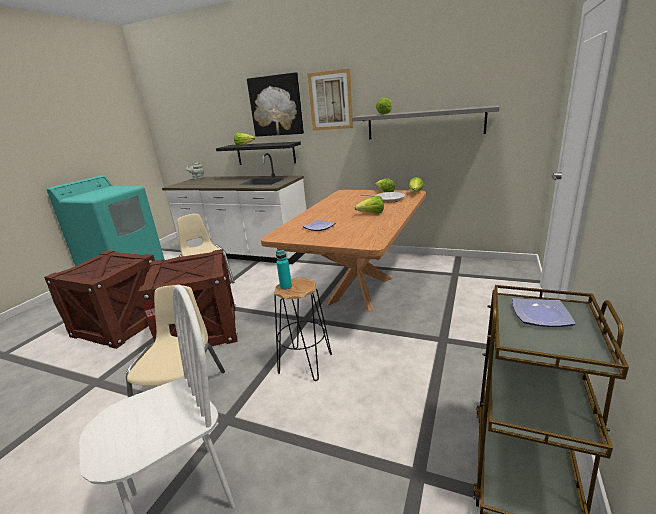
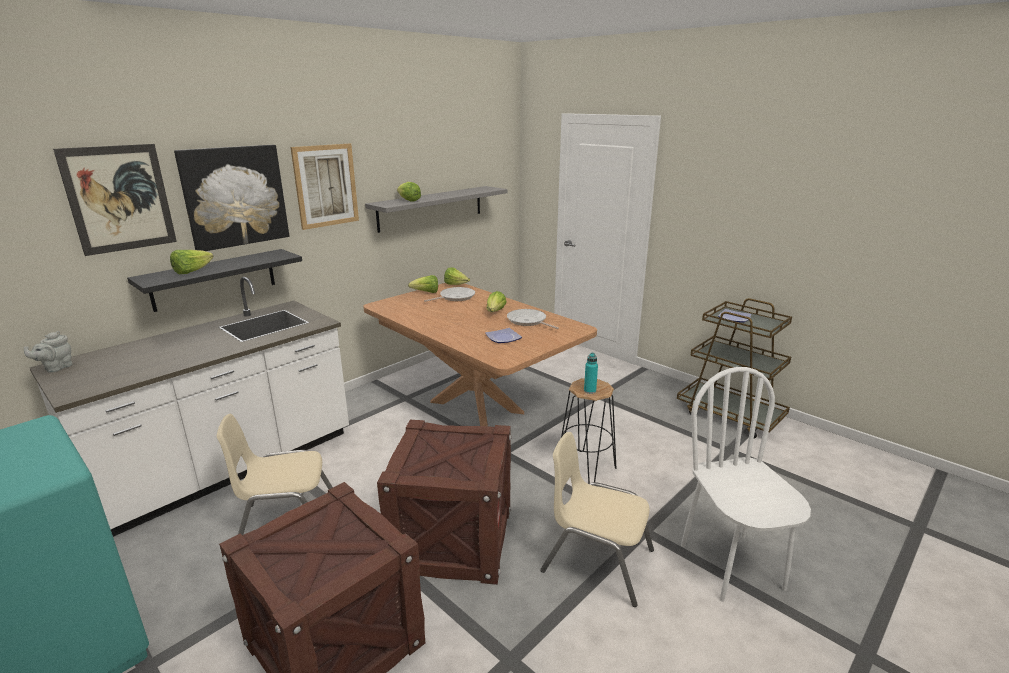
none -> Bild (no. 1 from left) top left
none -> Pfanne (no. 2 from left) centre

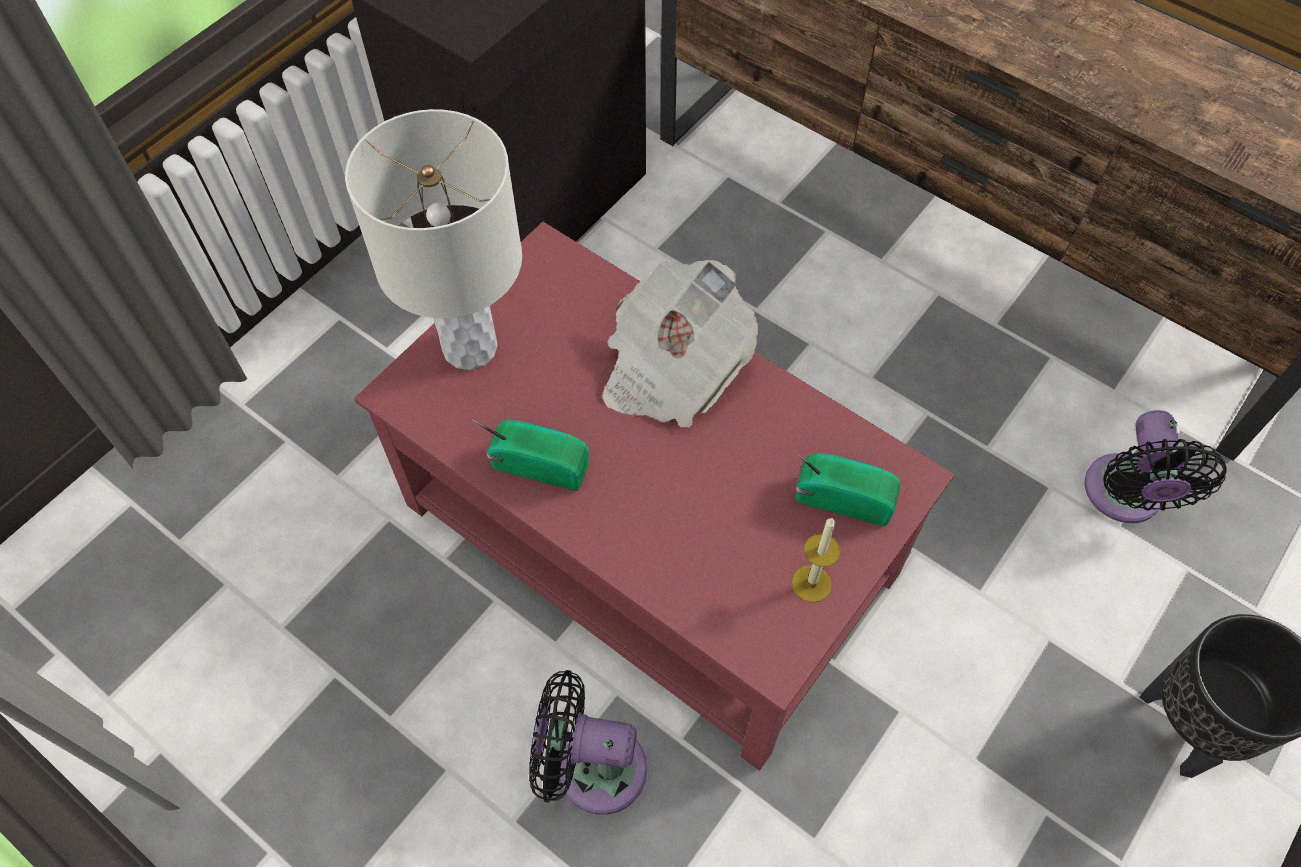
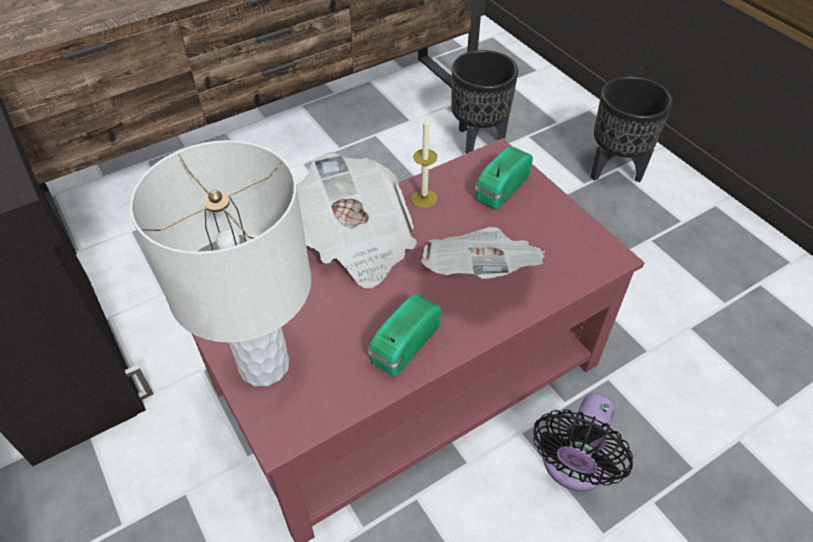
none -> Zeitung (no. 2 from left) centre
Kerze centre -> Kerze top centre, shifted
Ventilator (schwarz) (no. 2 from left) middle right -> Pflanzkübel (schwarz) (no. 1 from left) top centre

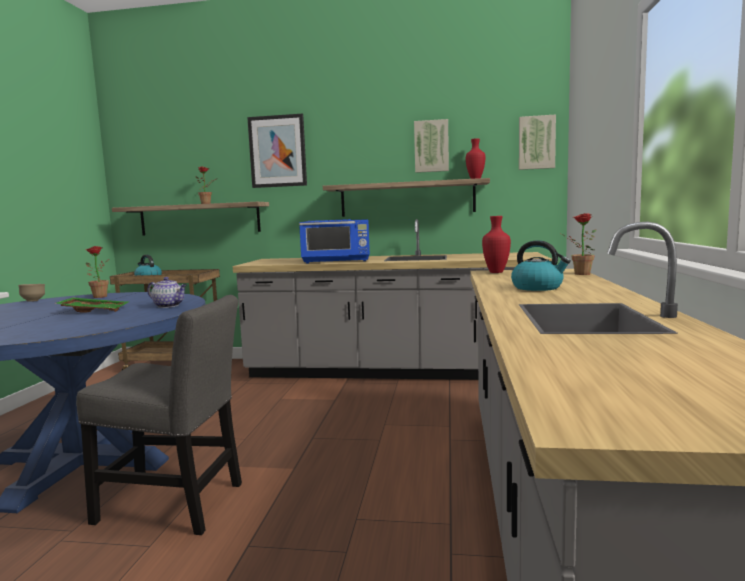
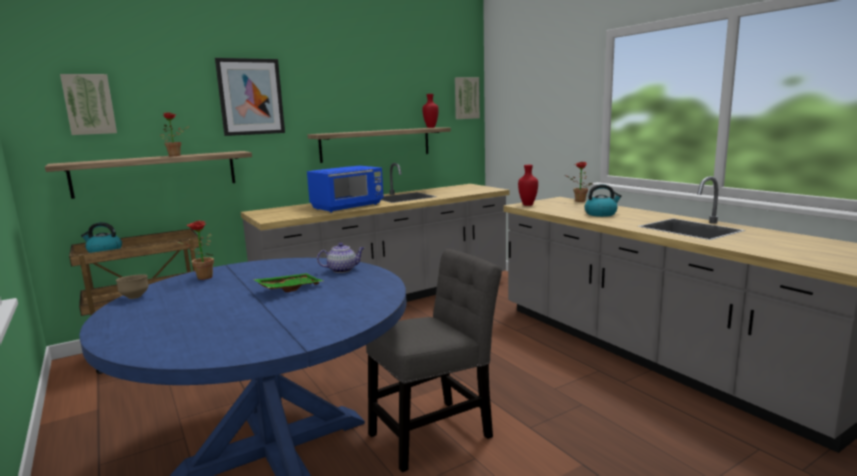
Bild (no. 2 from left in the first image) top centre -> Bild (no. 1 from left) top left, shifted

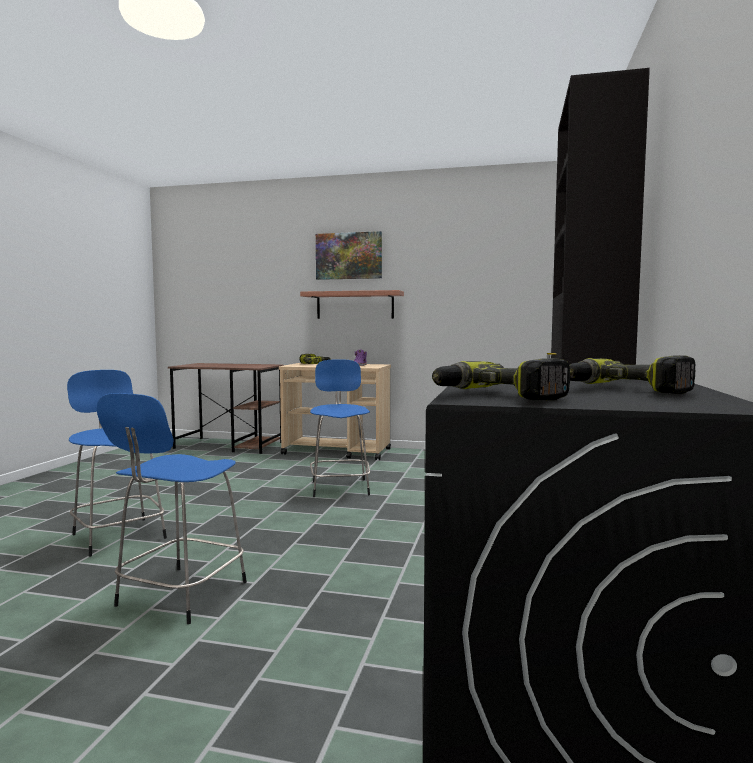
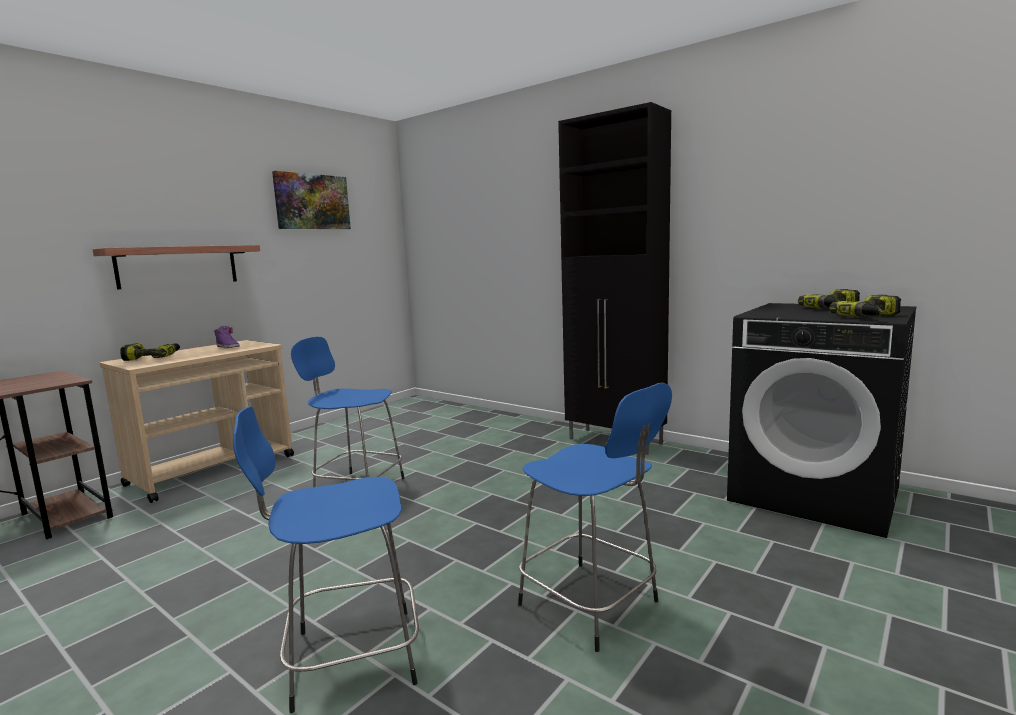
Bild centre -> Bild top left, shifted

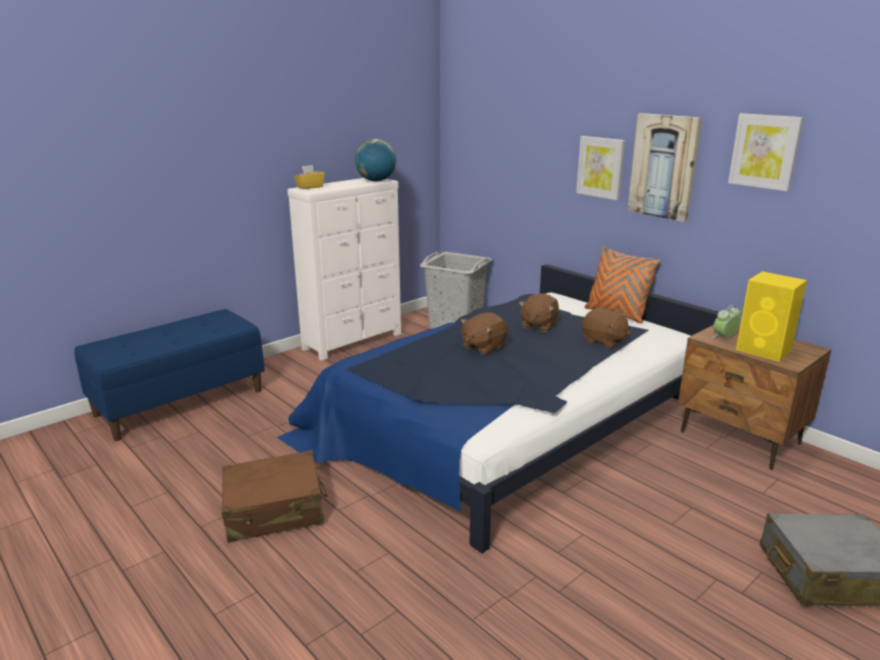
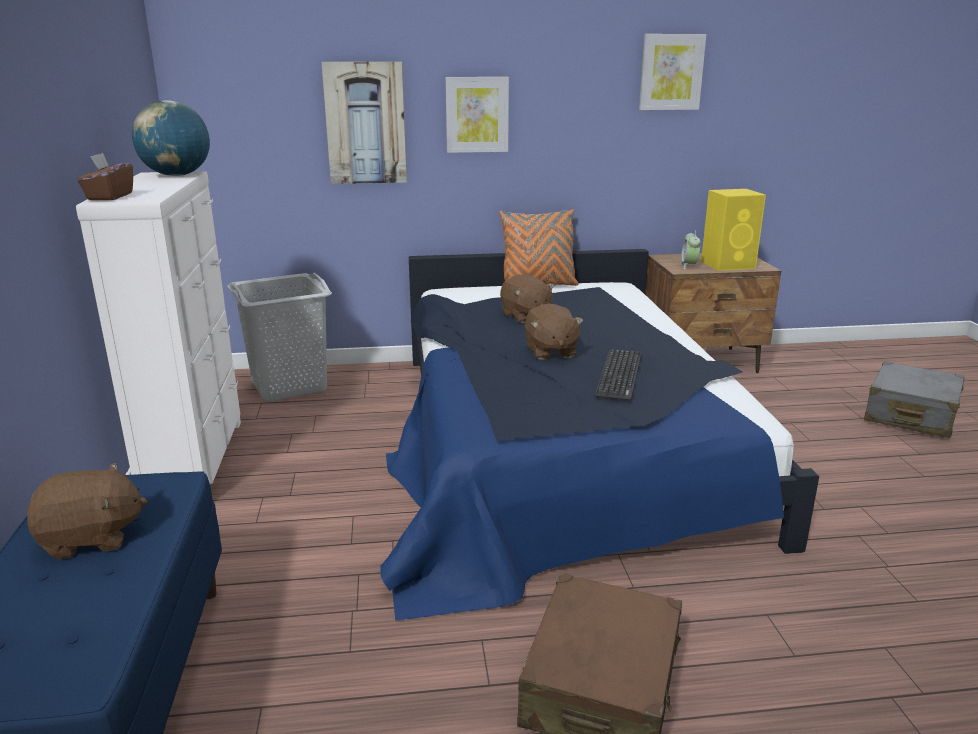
none -> Tastatur centre
Plüschtier (braun) (no. 3 from left in the first image) middle right -> Plüschtier (braun) (no. 1 from left) bottom left, shifted
Bild (no. 2 from left in the first image) top right -> Bild (no. 1 from left) top centre, shifted
Taschentuchbox (gelb) top centre -> Taschentuchbox (braun) top left

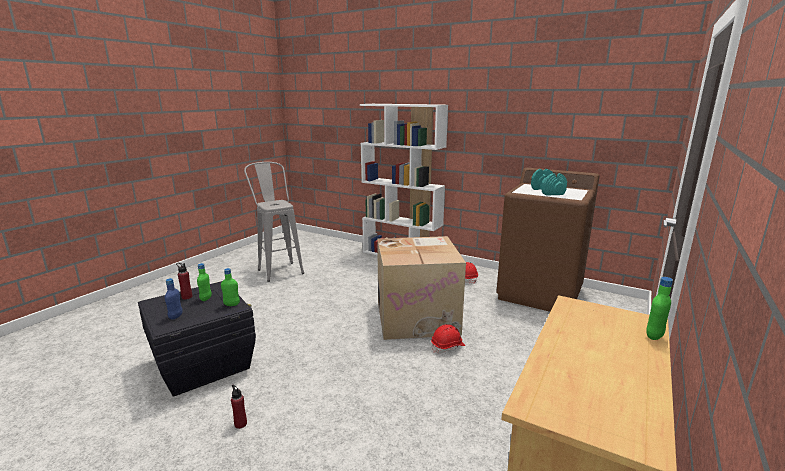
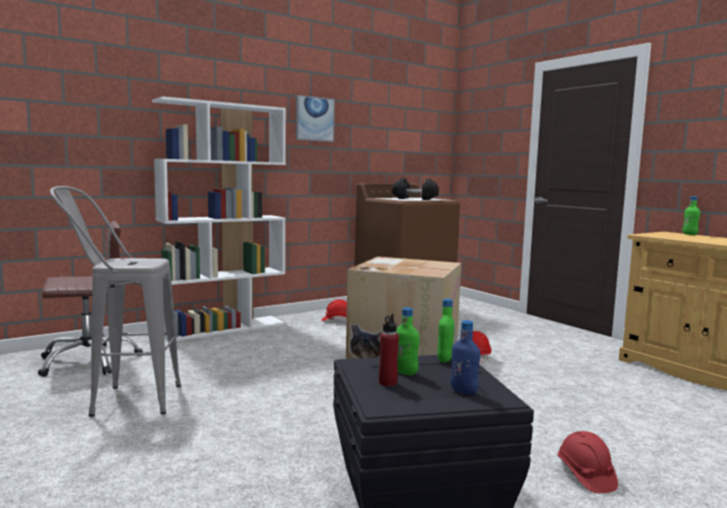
none -> Bürostuhl (braun) middle left
none -> Bild top centre
Flasche (rot) (no. 2 from left) bottom left -> Schutzhelm (rot) (no. 3 from left) bottom right
Hantel (türkis) middle right -> Hantel (schwarz) centre

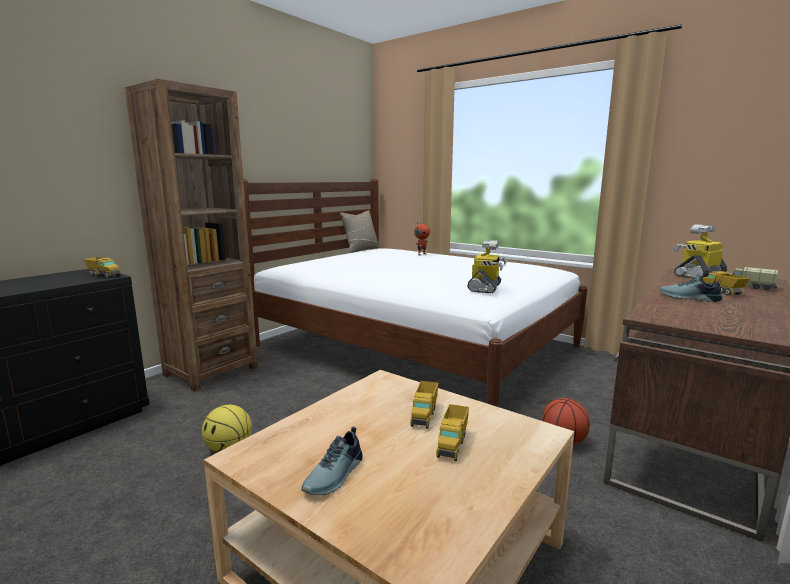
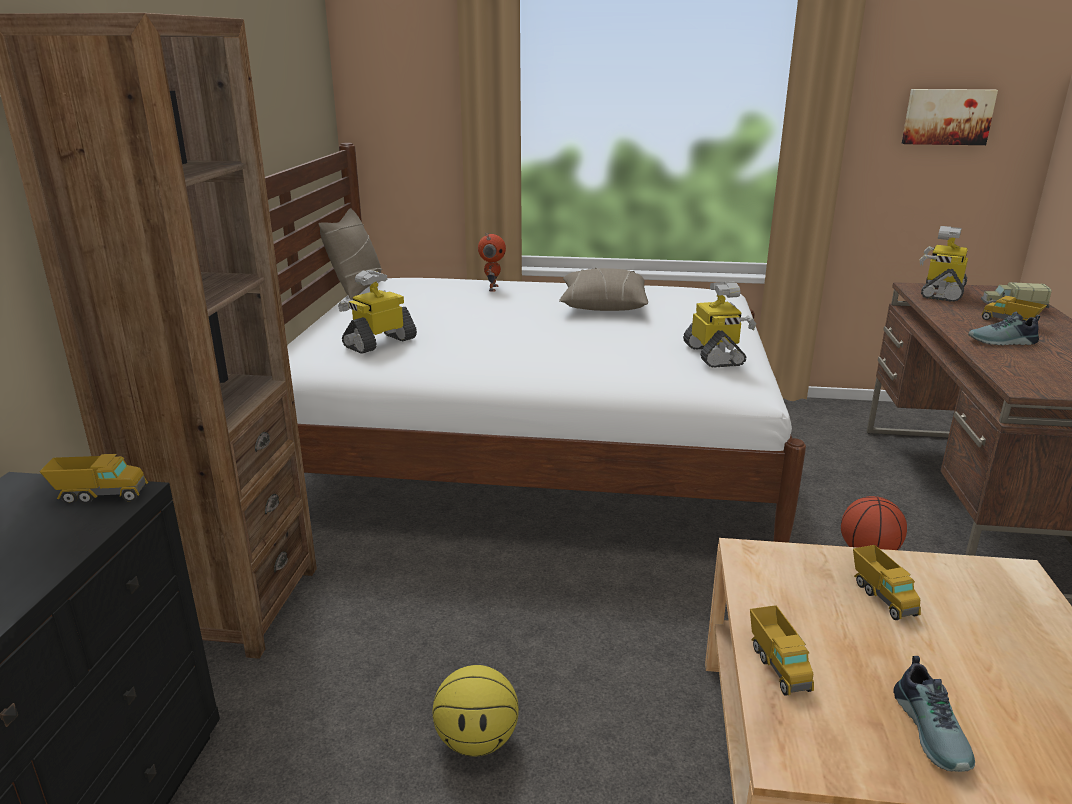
none -> Spielzeugroboter (no. 1 from left) centre
none -> Kissen (beige) (no. 2 from left) centre
none -> Bild top right
Spielzeuglaster (no. 3 from left in the first image) bottom centre -> Spielzeuglaster (no. 2 from left) bottom right, shifted

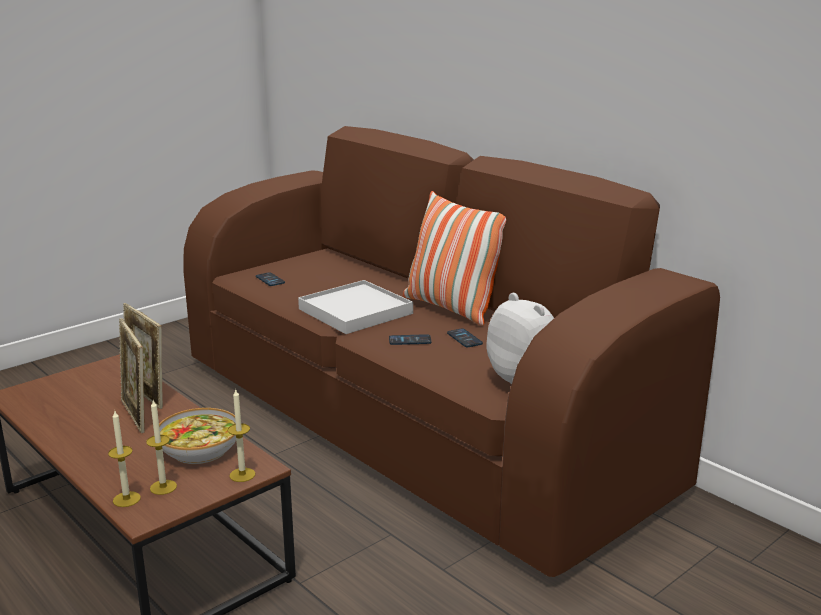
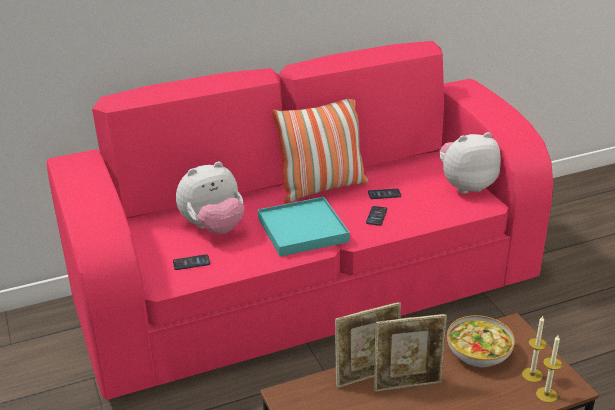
Kerze (no. 3 from left) bottom left -> none
none -> Plüschtier (no. 1 from left) centre
Sofa (braun) centre -> Sofa (rosa) centre
Tablett (weiß) centre -> Tablett (türkis) centre

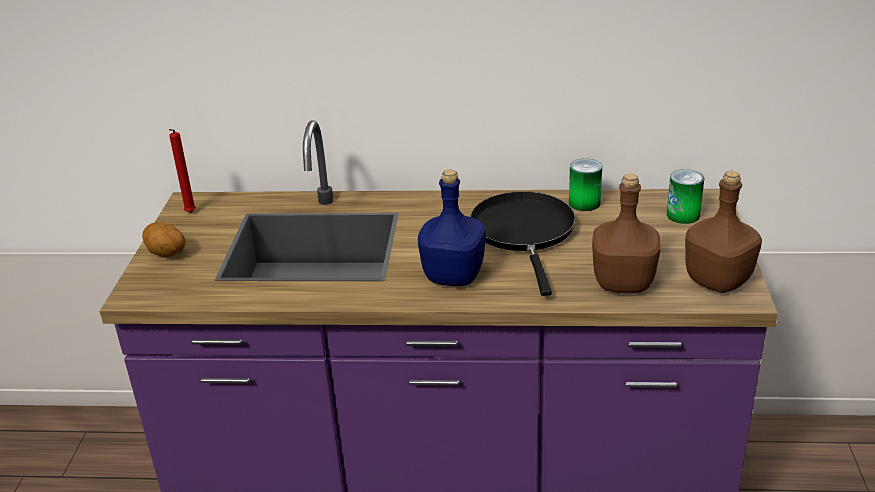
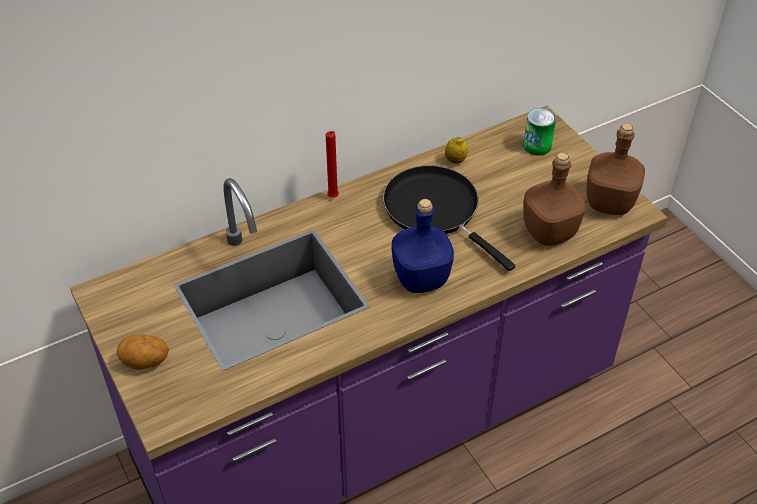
Kerze (rot) middle left -> Kerze (rot) top centre, shifted
Dose (no. 1 from left) middle right -> Zitrone top centre

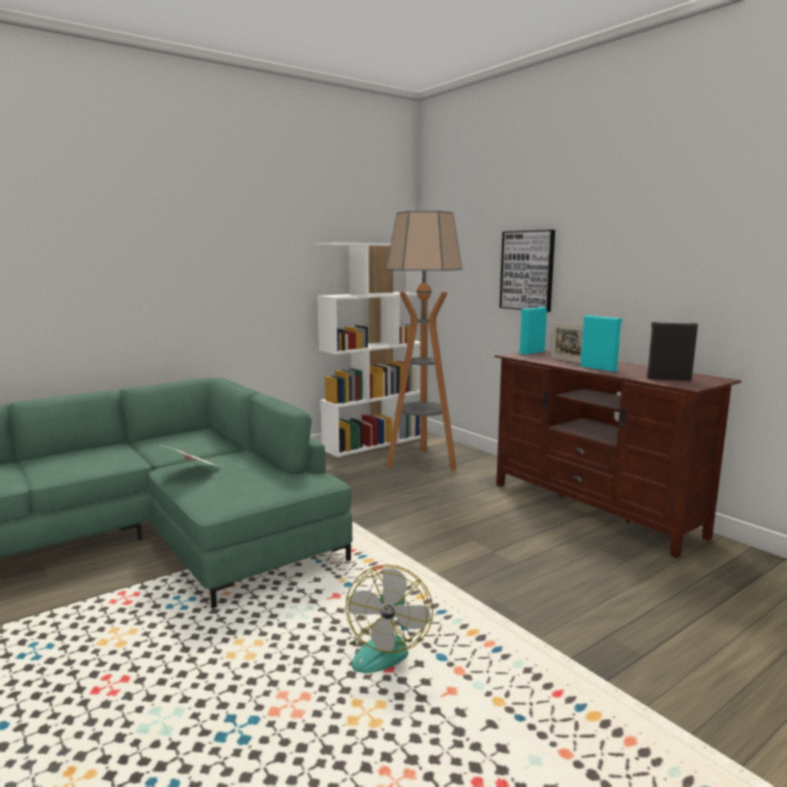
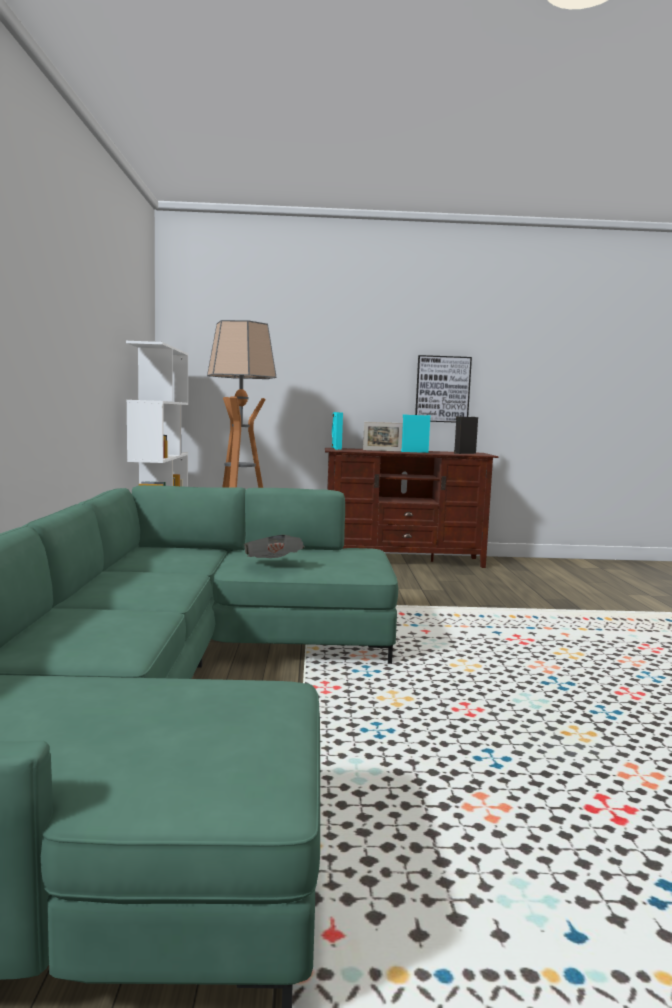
Ventilator bottom centre -> none
Bild middle right -> Bild centre, shifted

